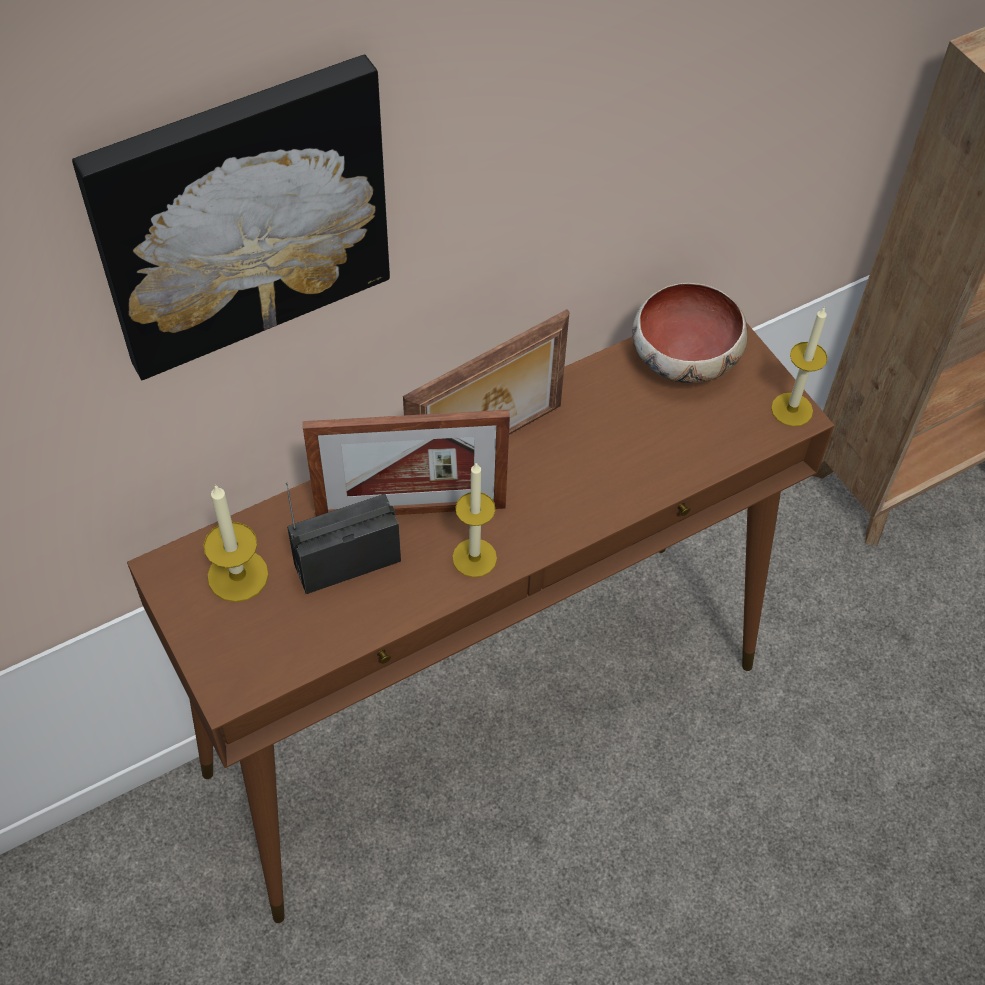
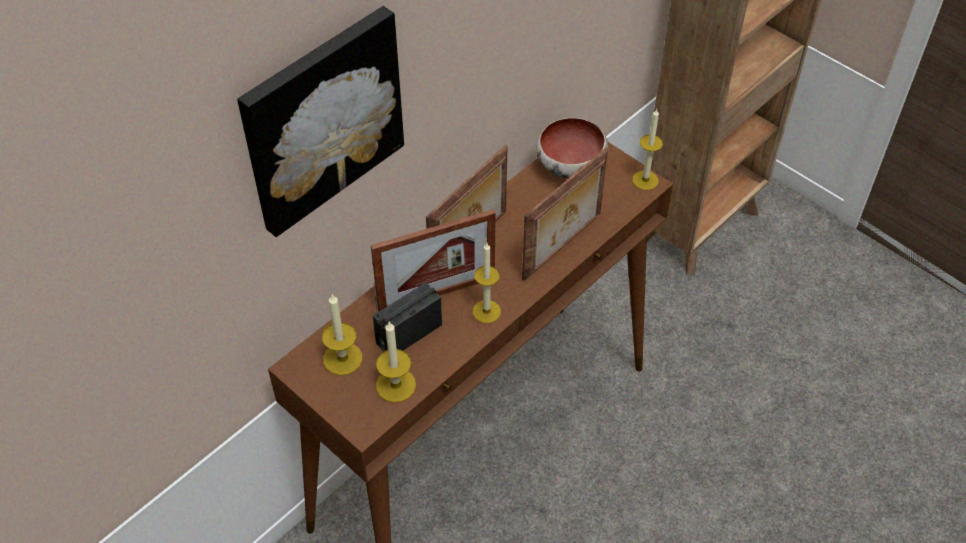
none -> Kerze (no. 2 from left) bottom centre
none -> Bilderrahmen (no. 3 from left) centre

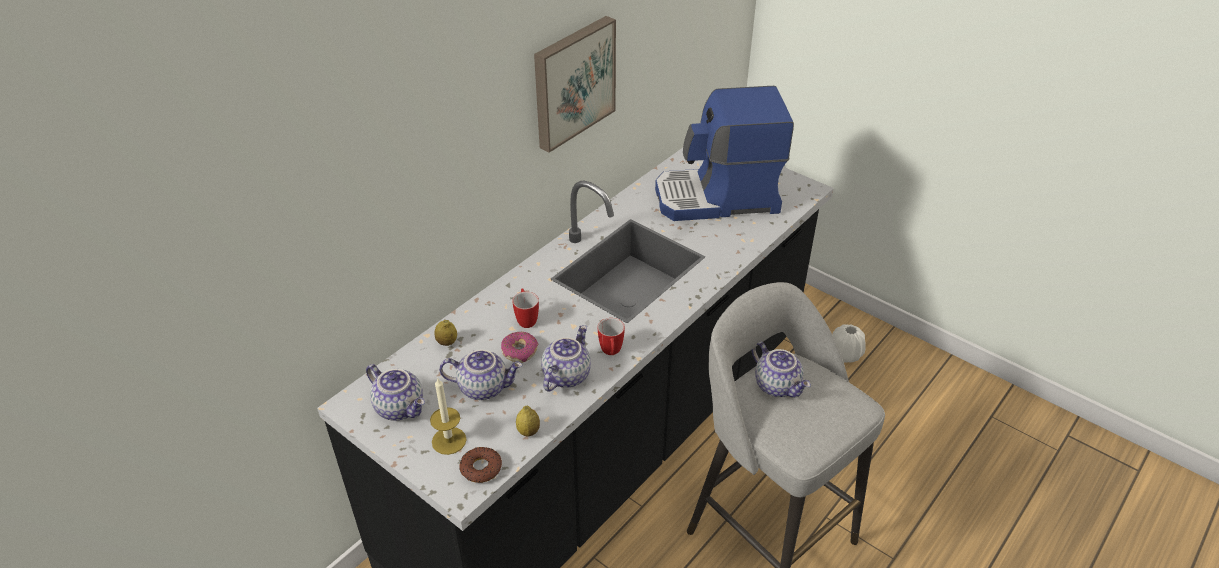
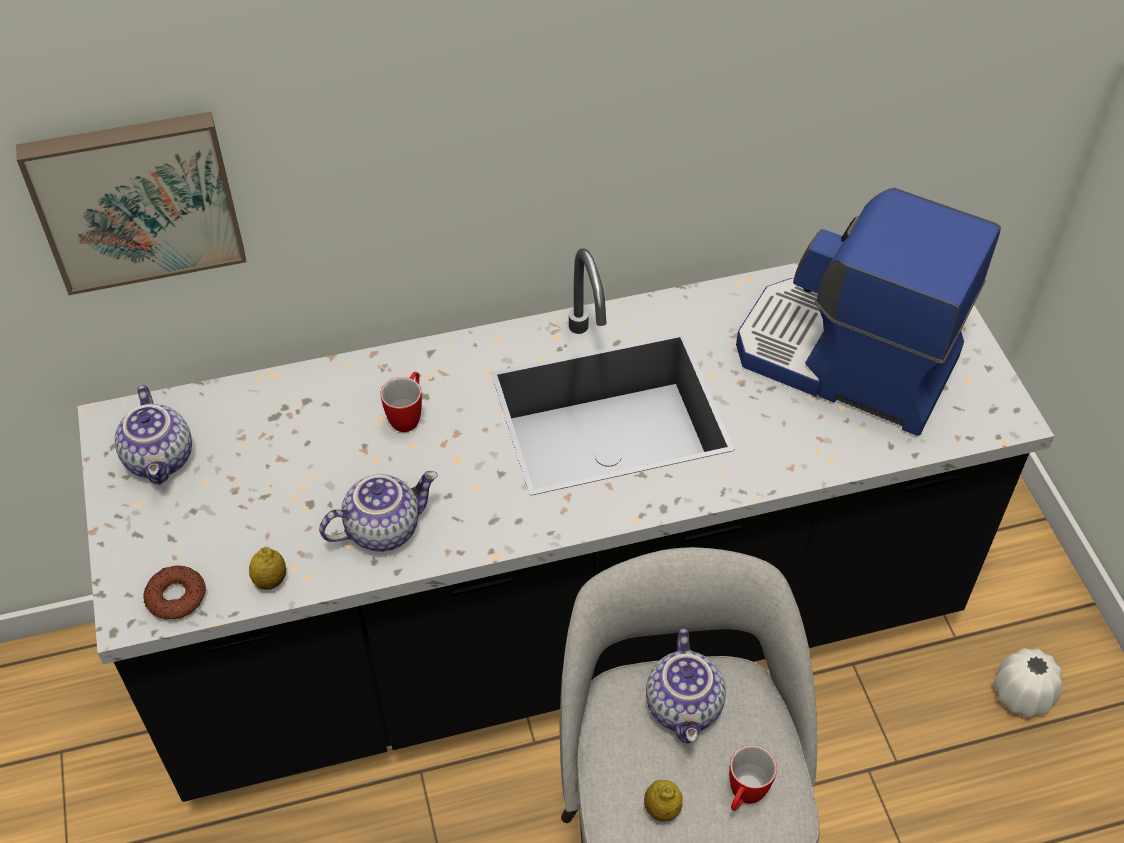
Kerze bottom centre -> none
Teekanne (no. 2 from left) centre -> none
Donut (no. 2 from left) centre -> none
Zitrone (no. 1 from left in the first image) centre -> Zitrone (no. 2 from left) bottom centre, shifted
Bild top centre -> Bild top left, shifted
Henkelbecher (no. 2 from left) centre -> Henkelbecher (no. 2 from left) bottom right, shifted

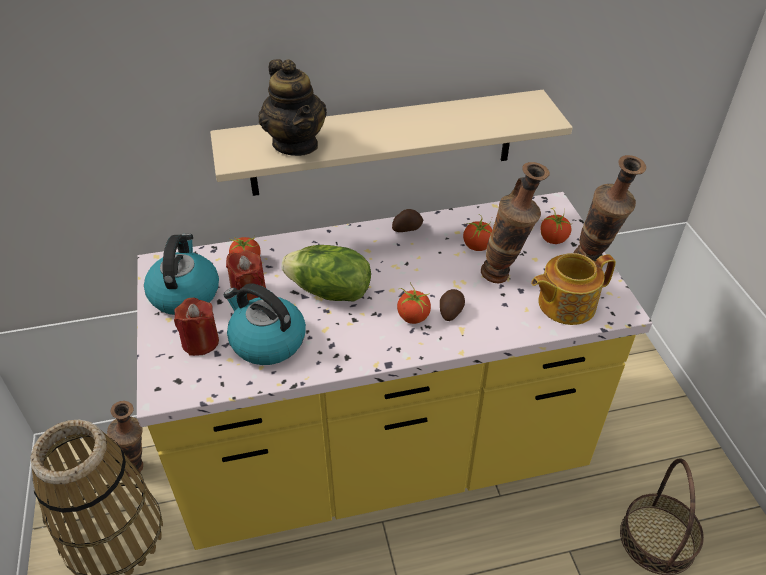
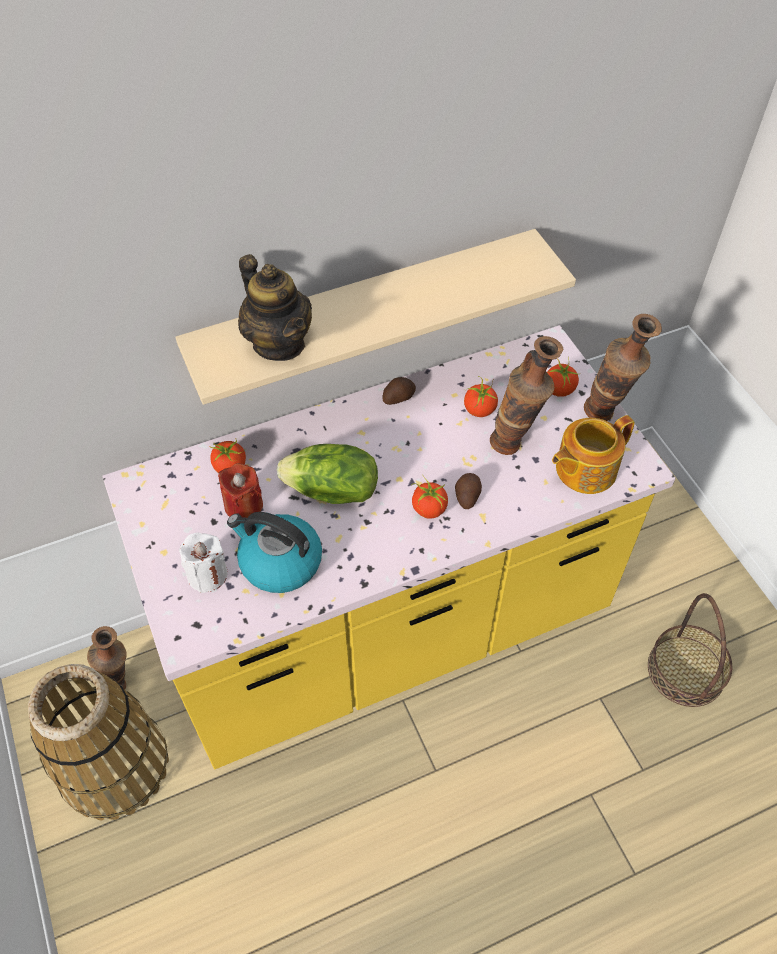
Wasserkessel (no. 1 from left) middle left -> none
Kerze (rot) (no. 1 from left) middle left -> Kerze (weiß) middle left

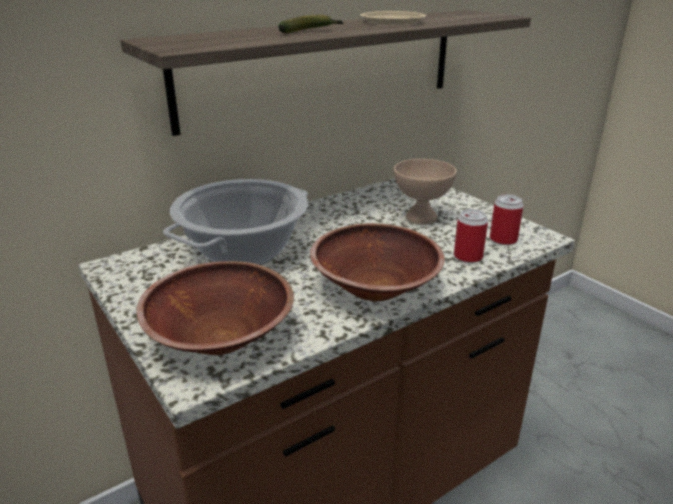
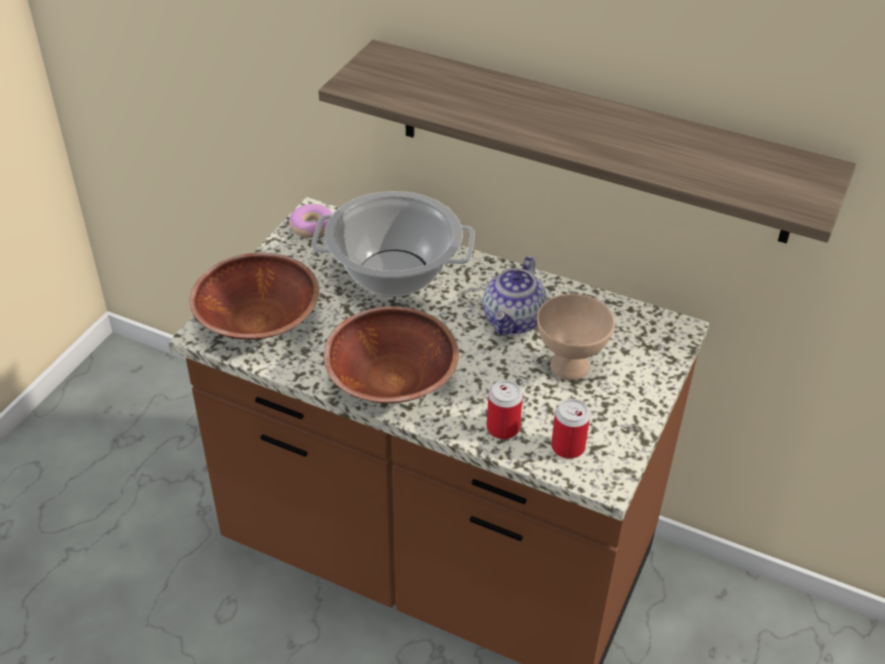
Banane top centre -> none
Teller (beige) top centre -> none
none -> Donut top centre
none -> Teekanne centre

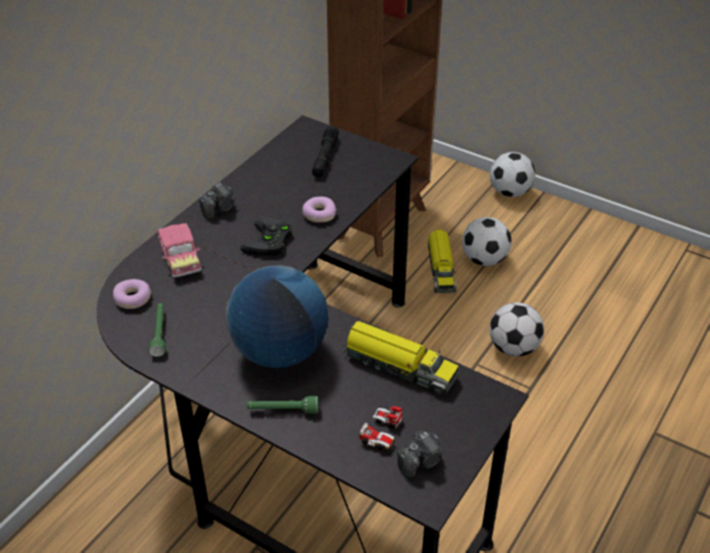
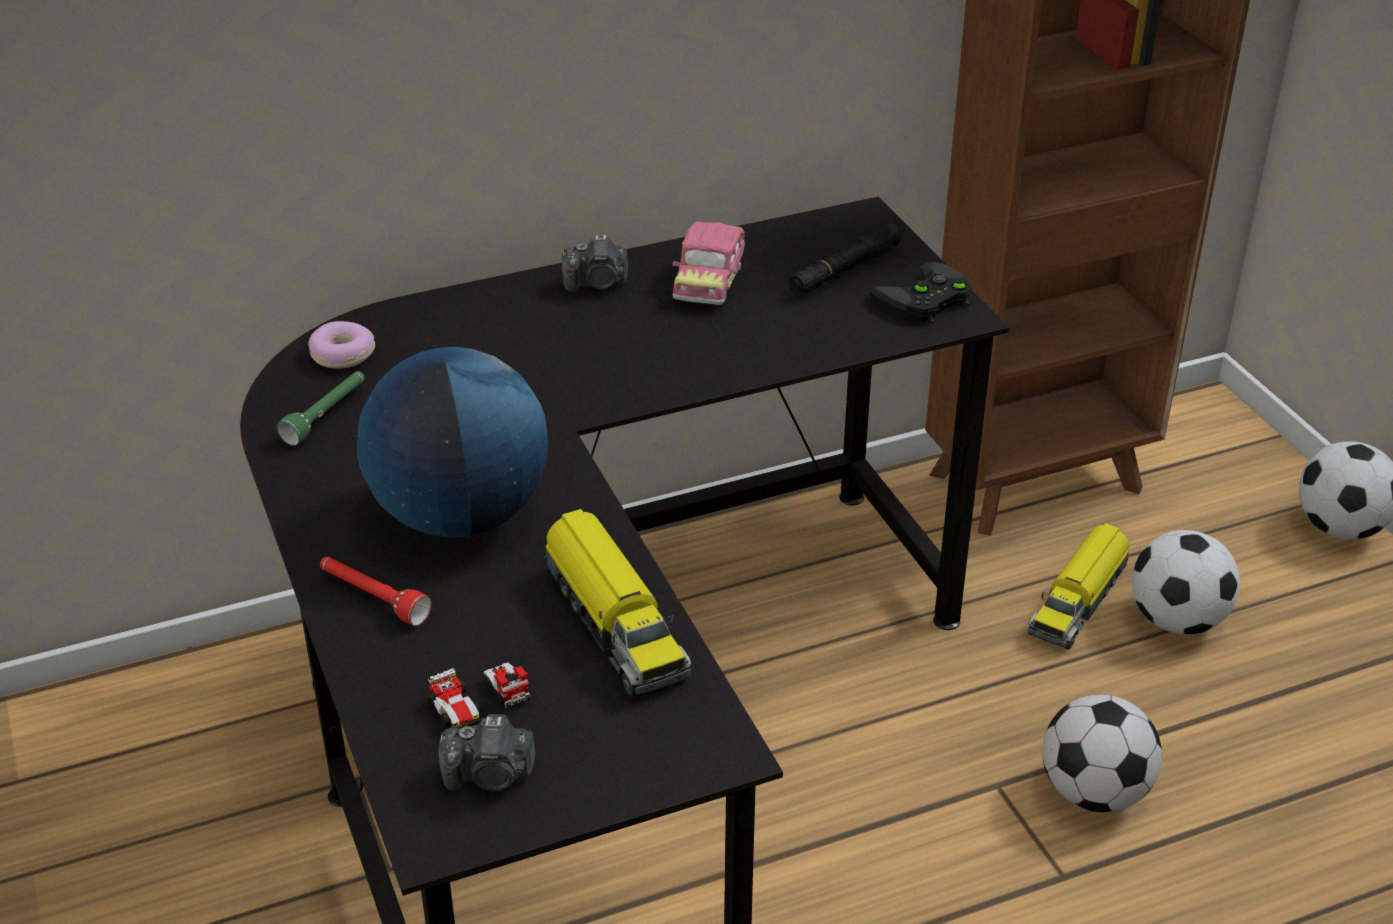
Donut (no. 2 from left) centre -> none
Spielzeugauto (no. 1 from left in the first image) middle left -> Spielzeugauto (no. 2 from left) top centre, shifted
Gamepad (schwarz) centre -> Gamepad (schwarz) top centre, shifted
Taschenlampe (grün) (no. 2 from left) bottom centre -> Taschenlampe (rot) middle left

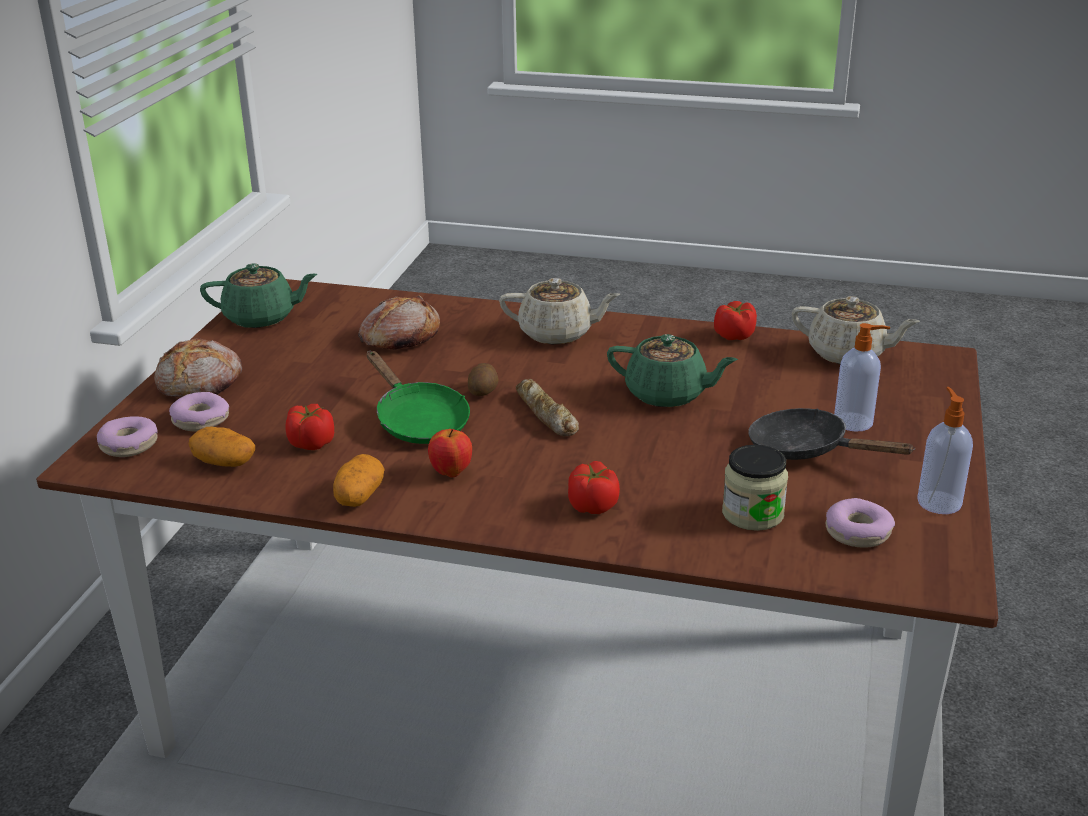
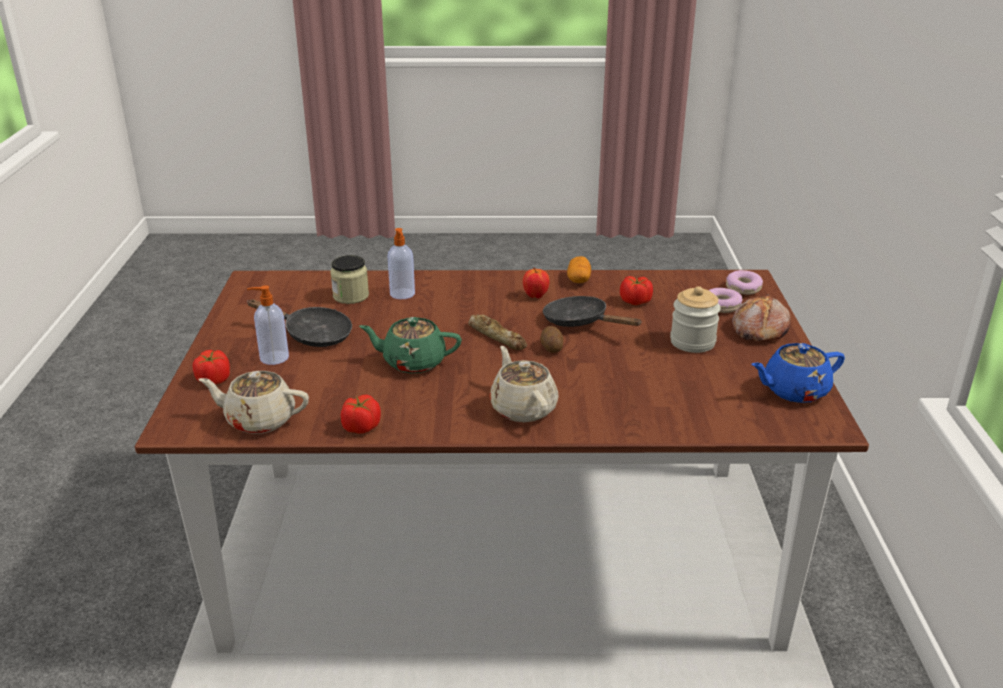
Kartoffel (no. 1 from left) middle left -> none
Brot (no. 2 from left) centre -> none
Donut (no. 3 from left) middle right -> none
none -> Vorratsglas (no. 2 from left) middle right
Tomate (no. 2 from left in the first image) centre -> Tomate (no. 1 from left) middle left, shifted
Seifenspender (no. 2 from left) middle right -> Seifenspender (no. 2 from left) centre, shifted
Teekanne (grün) (no. 1 from left) middle left -> Teekanne (blau) middle right
Pfanne (grün) centre -> Pfanne (schwarz) (no. 2 from left) centre
Teekanne (beige) (no. 1 from left in the first image) centre -> Teekanne (beige) (no. 2 from left) centre, 75 degrees clockwise

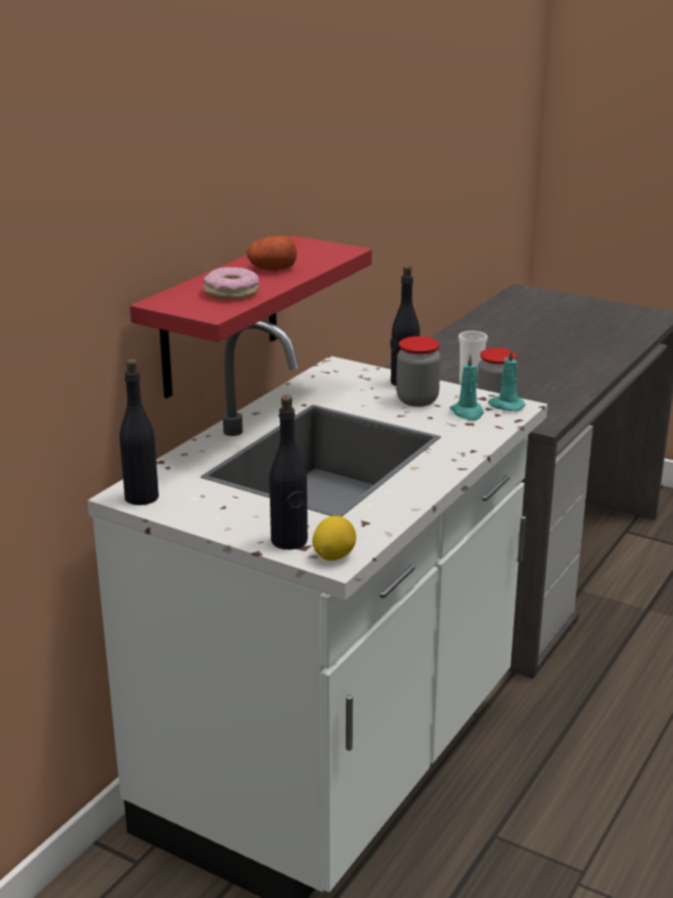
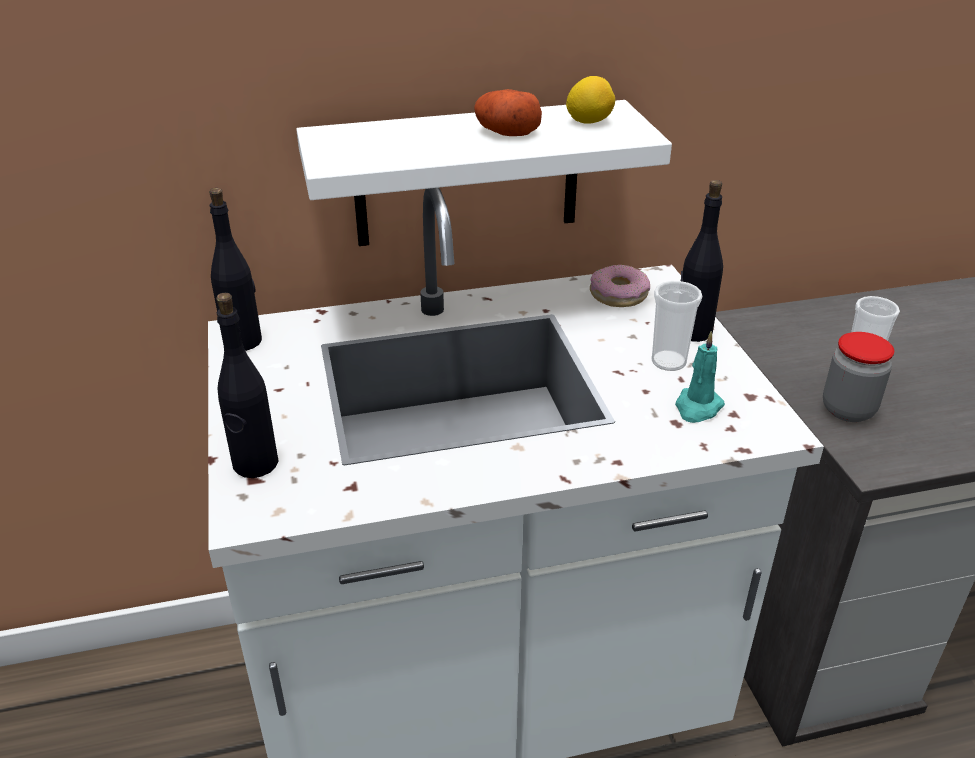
Kerze (türkis) (no. 2 from left) middle right -> none
Donut top centre -> Donut centre, shifted
Zitrone centre -> Zitrone top centre, shifted
Vorratsglas (no. 1 from left) centre -> Tasse (no. 1 from left) middle right
Wandregal (rot) centre -> Wandregal (weiß) top centre

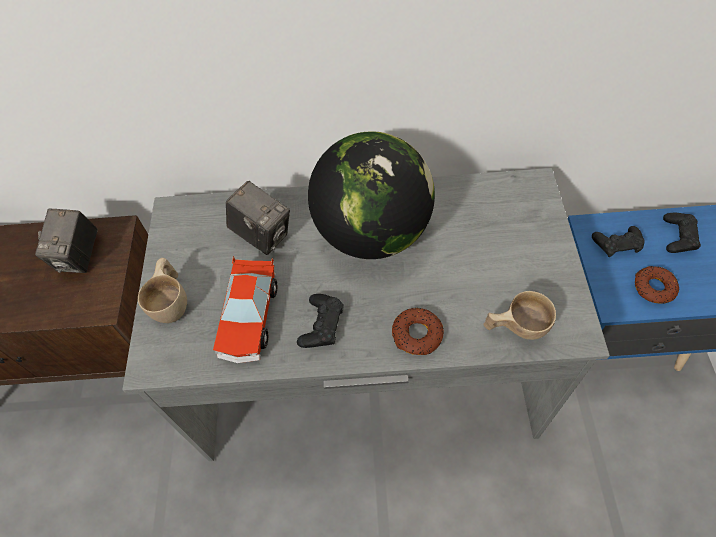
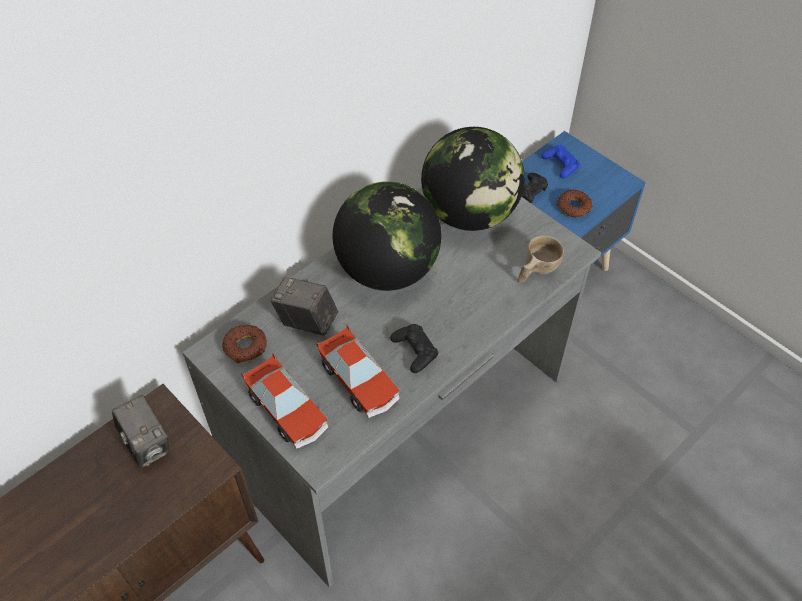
none -> Globus (no. 2 from left) top centre
Donut (no. 1 from left) centre -> Donut (no. 1 from left) middle left, shifted
Tasse (beige) (no. 1 from left) middle left -> Spielzeugauto (no. 1 from left) bottom centre
Gamepad (schwarz) (no. 3 from left) middle right -> Gamepad (blau) top right
Kamera (no. 2 from left) centre, 150 degrees counterclockwise

